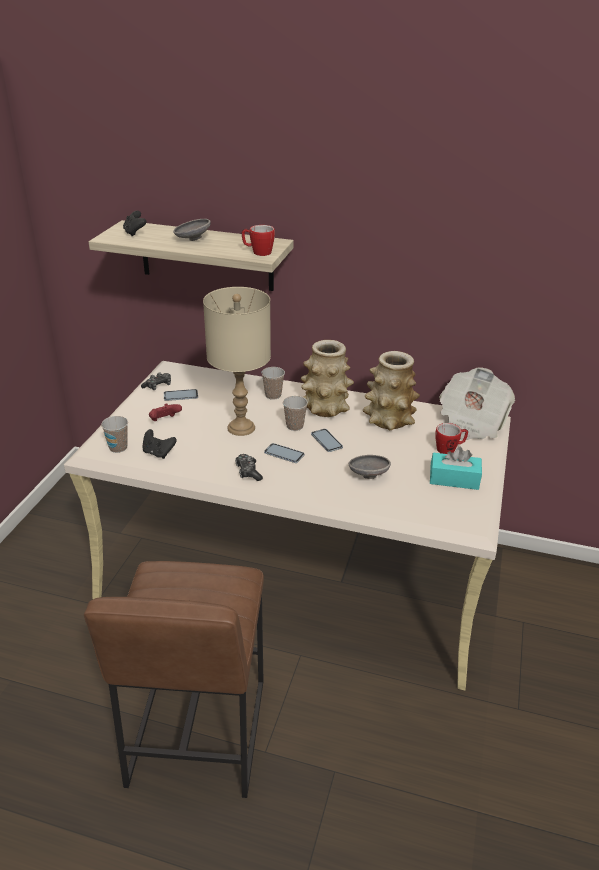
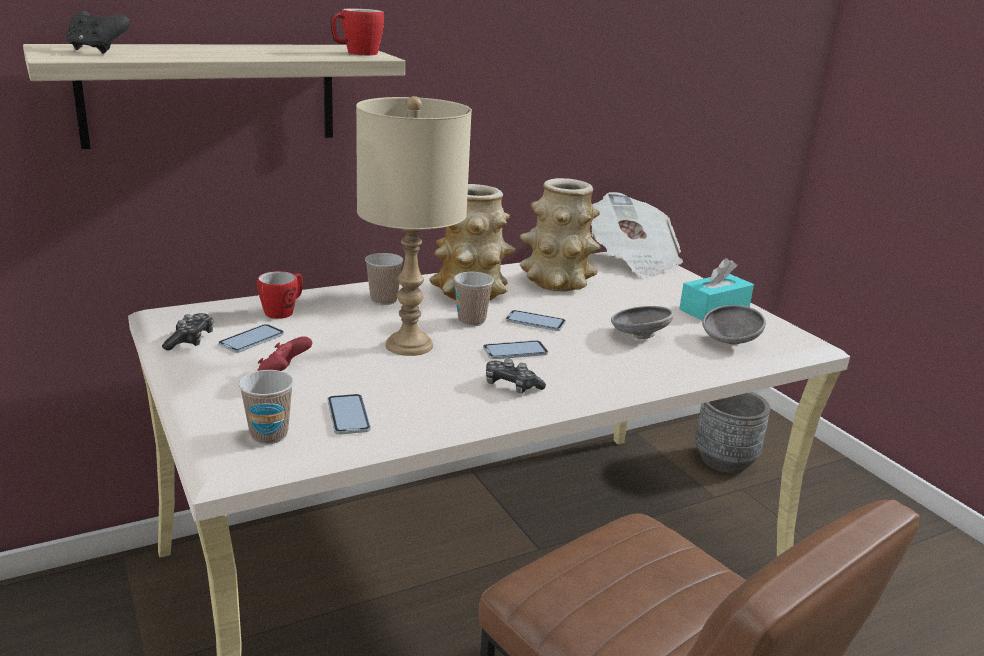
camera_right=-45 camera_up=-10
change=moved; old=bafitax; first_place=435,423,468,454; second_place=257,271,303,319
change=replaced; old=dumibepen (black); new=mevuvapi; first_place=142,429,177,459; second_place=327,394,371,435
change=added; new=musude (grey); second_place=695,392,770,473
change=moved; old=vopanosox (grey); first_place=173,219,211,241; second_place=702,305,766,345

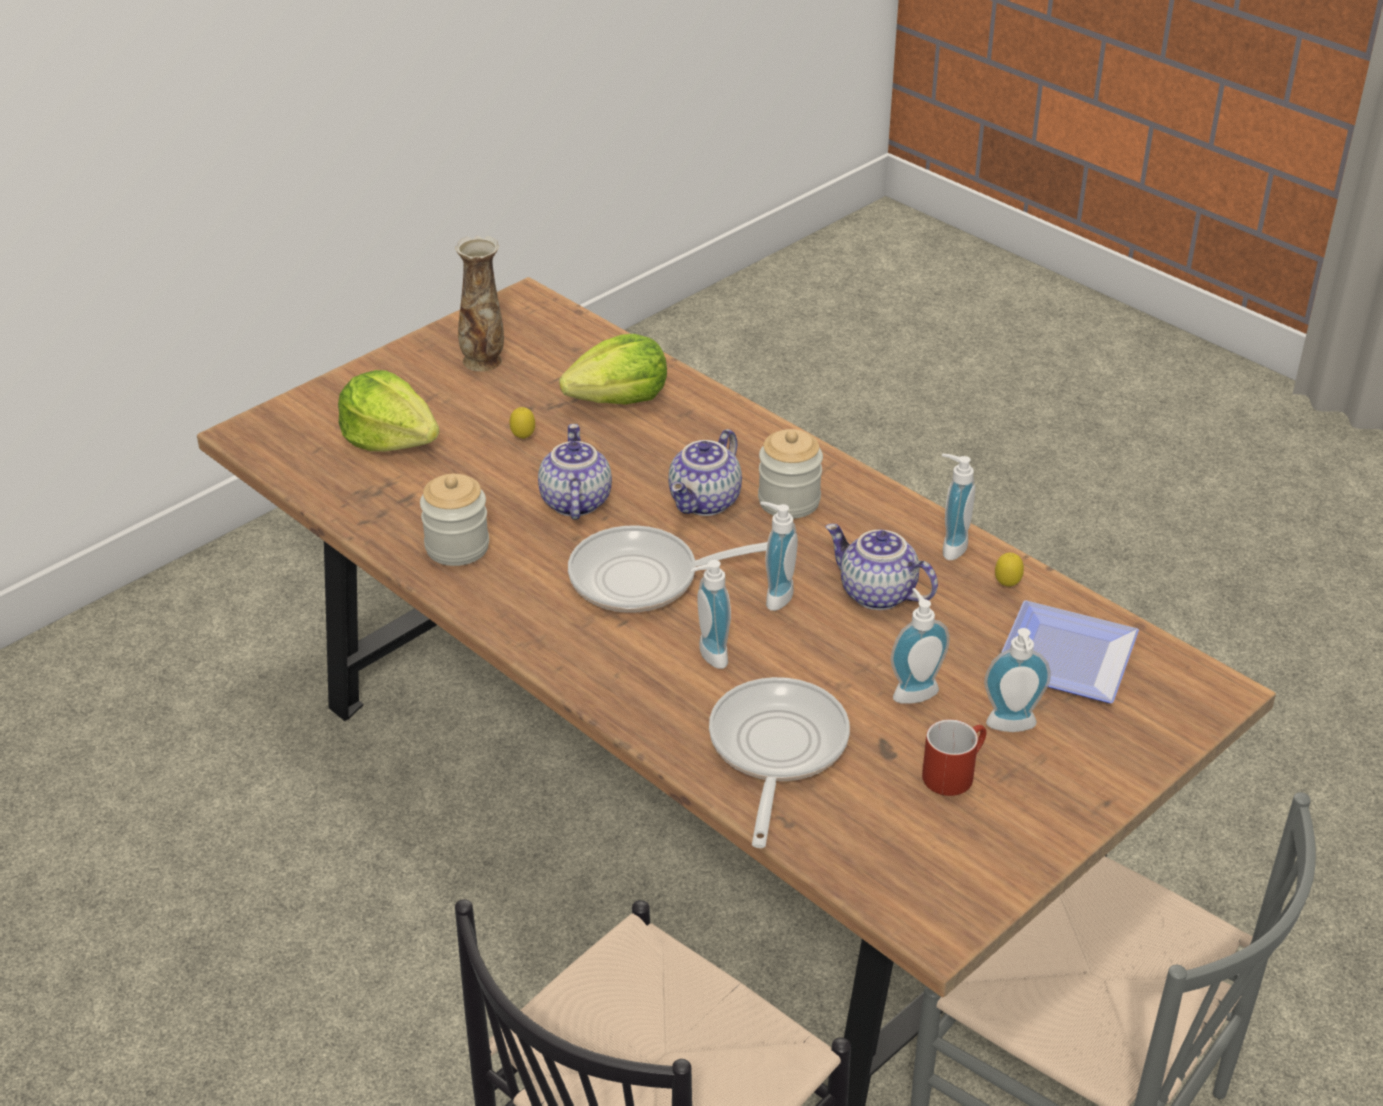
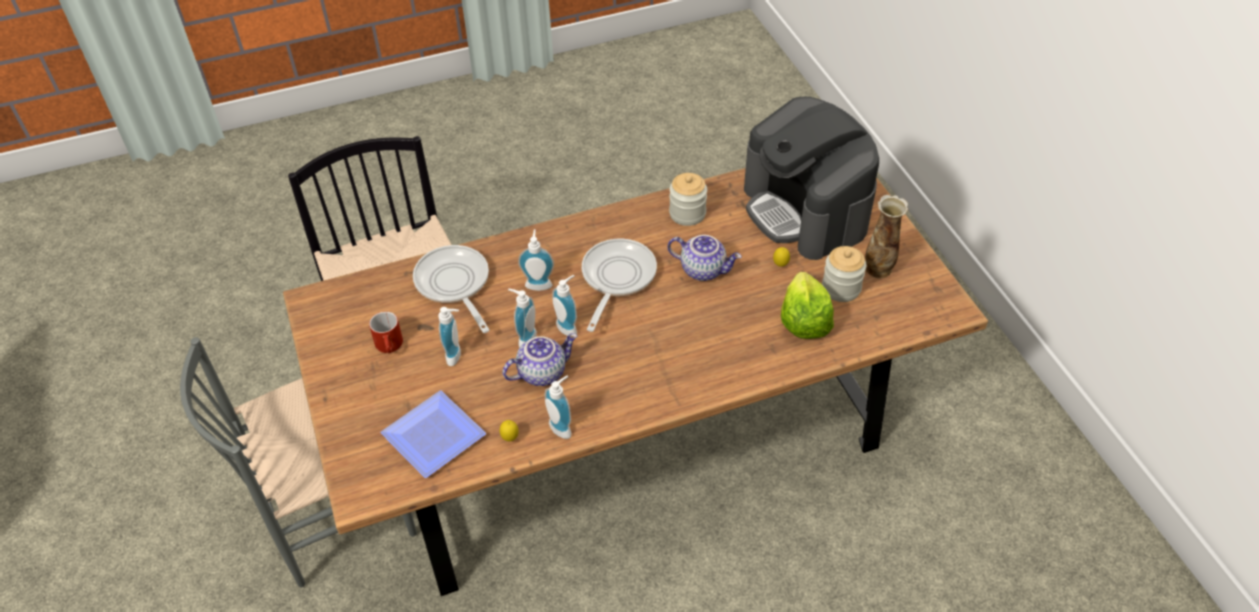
camera_right=115 camera_up=10
change=turned; old=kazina; first_place=709,677,850,848; second_place=413,245,490,333; degrees=-150
change=moved; old=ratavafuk; first_place=984,628,1051,732; second_place=508,289,537,348
change=replaced; old=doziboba; new=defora; first_place=338,370,439,452; second_place=744,97,879,260
change=moved; old=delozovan; first_place=758,429,823,519; second_place=822,246,866,302
change=removed; old=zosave; first_place=668,429,742,516

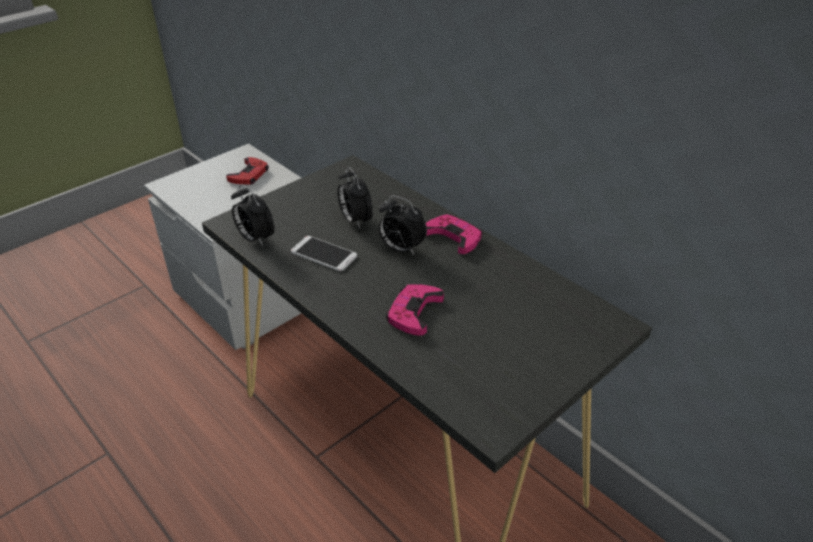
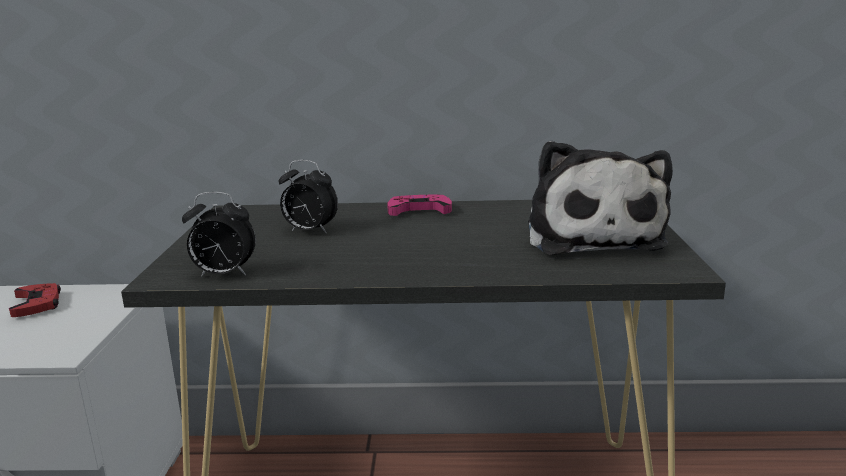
camera_right=-45 camera_up=-20
change=added; new=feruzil; second_place=528,140,673,255
change=removed; old=mevuvapi; first_place=291,236,357,271
change=removed; old=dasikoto; first_place=379,196,427,256
change=removed; old=dumibepen (pink); first_place=386,284,444,336

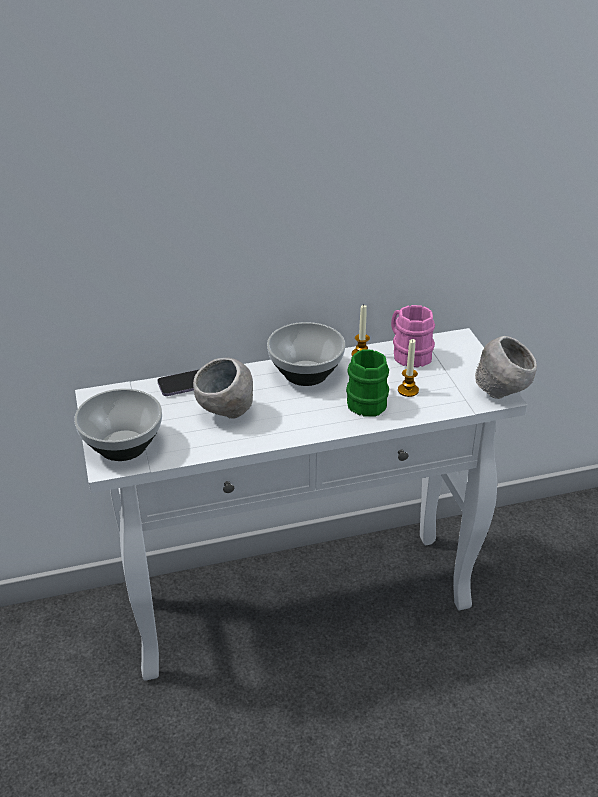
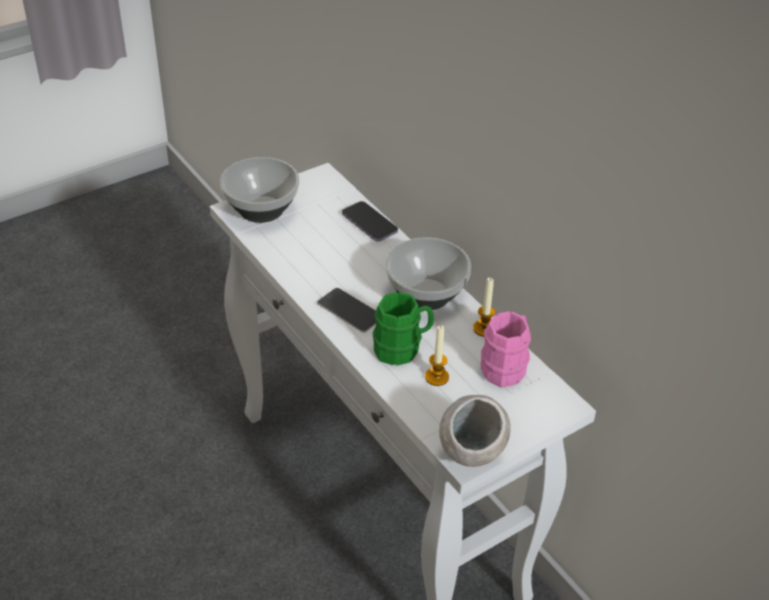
camera_right=70 camera_up=5
change=added; new=mevuvapi; second_place=317,288,376,333
change=removed; old=vopanosox (grey); first_place=193,357,253,419

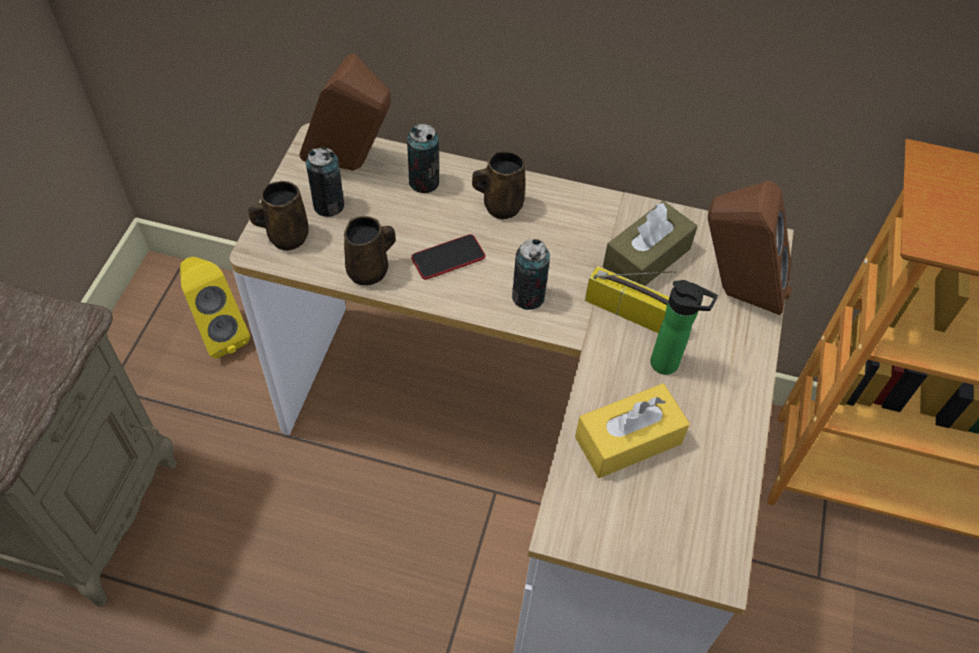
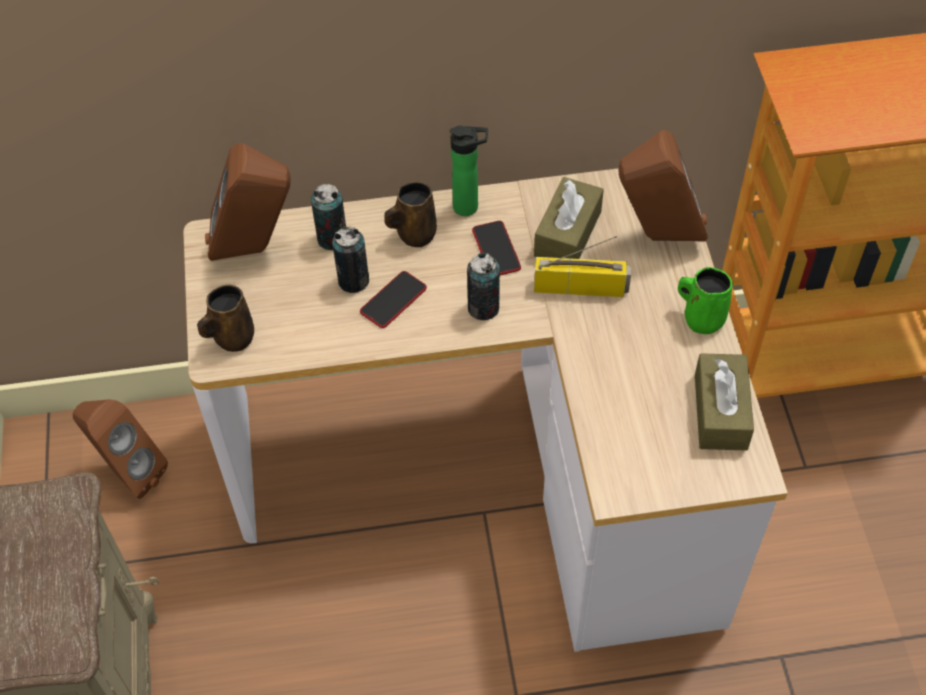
camera_right=-20 camera_up=0
change=recoloured; old=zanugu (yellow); new=zanugu (brown); first_place=180,257,250,358; second_place=73,399,168,499
change=moved; old=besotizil; first_place=306,147,344,217; second_place=332,227,369,293
change=moved; old=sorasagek; first_place=650,280,718,375; second_place=450,126,488,216
change=added; new=mevuvapi; second_place=472,221,521,275
change=added; new=bafitax (green); second_place=678,267,733,334
change=added; new=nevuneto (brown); second_place=695,353,754,451
change=removed; old=bafitax (brown); first_place=344,216,396,285
change=removed; old=nevuneto (yellow); first_place=575,383,690,478

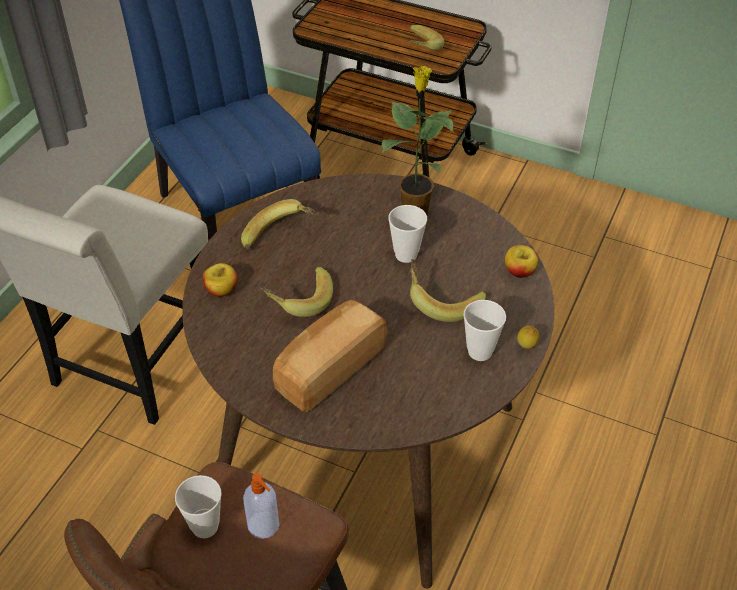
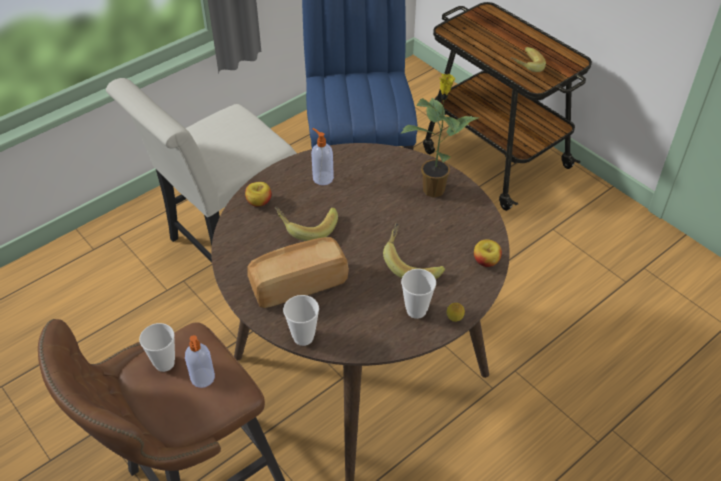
camera_right=25 camera_up=0
change=moved; old=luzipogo; first_place=388,205,427,263; second_place=283,295,319,346
change=replaced; old=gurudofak; new=ratavafuk; first_place=241,199,315,249; second_place=311,128,334,185

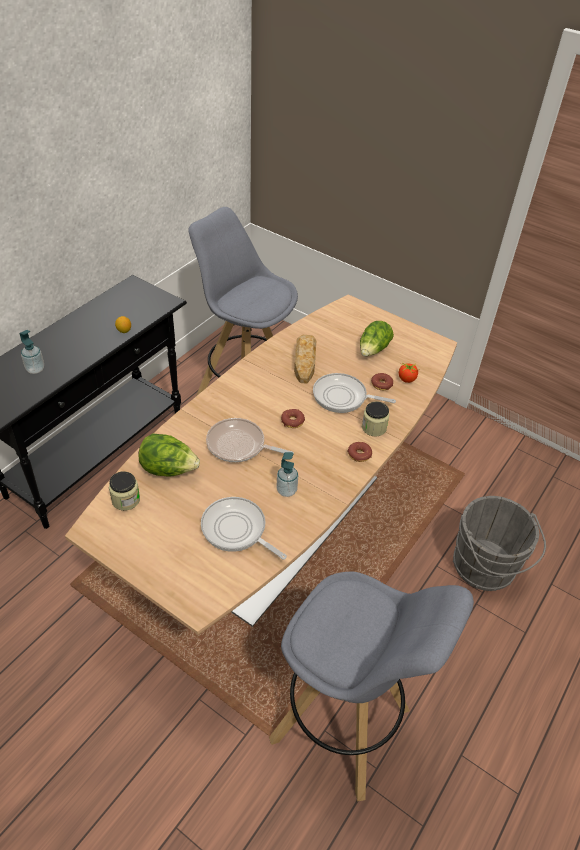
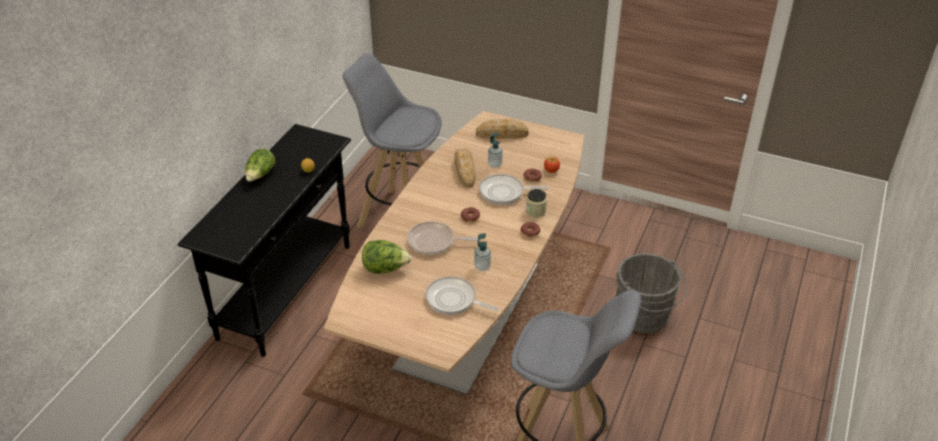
camera_right=-10 camera_up=-5
change=moved; old=doziboba; first_place=360,321,394,356; second_place=245,149,275,182
change=added; new=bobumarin; second_place=476,119,529,139
change=moved; old=ratavafuk; first_place=19,330,44,374; second_place=488,133,503,168
change=removed; old=delozovan; first_place=109,471,140,511

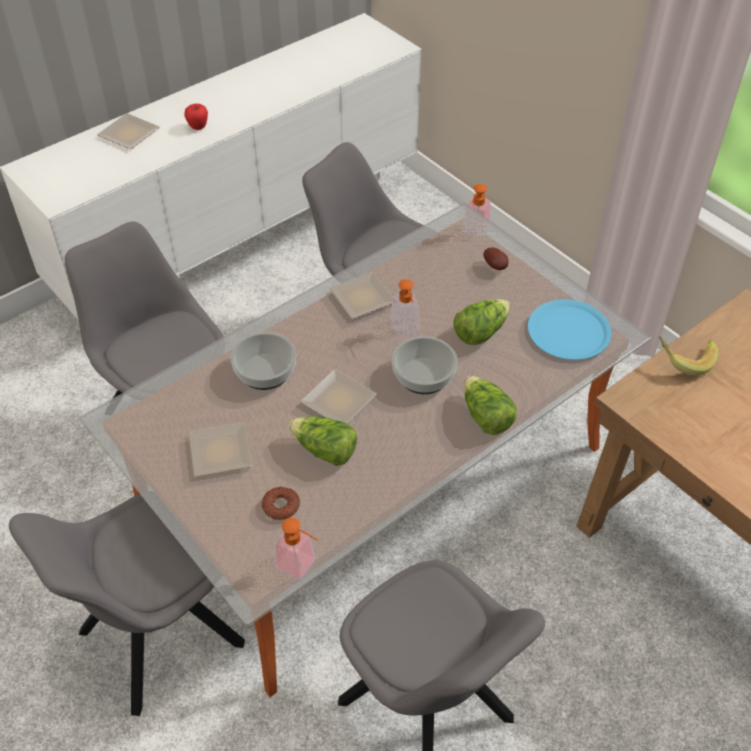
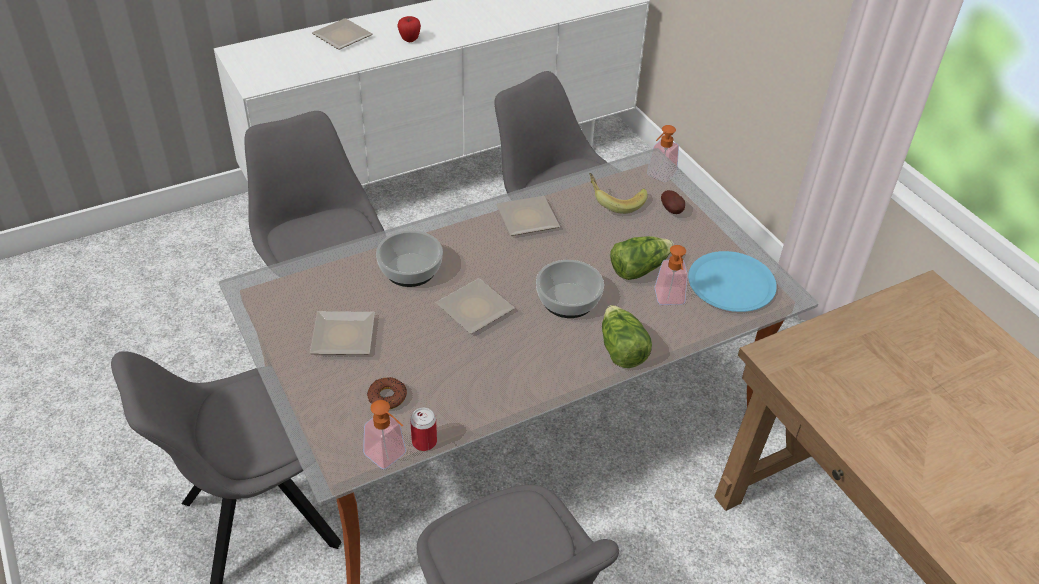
camera_right=10 camera_up=-5
change=added; new=besotizil; second_place=410,408,437,451
change=moved; old=gurudofak; first_place=658,336,718,376; second_place=589,173,648,214
change=moved; old=ratavafuk; first_place=390,279,420,336; second_place=654,245,688,305
change=removed; old=doziboba; first_place=289,416,357,466

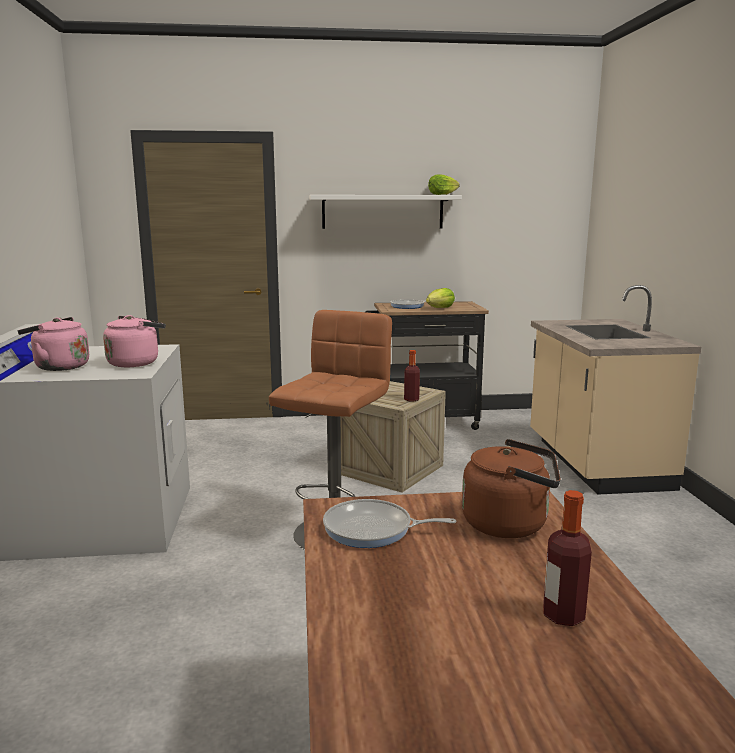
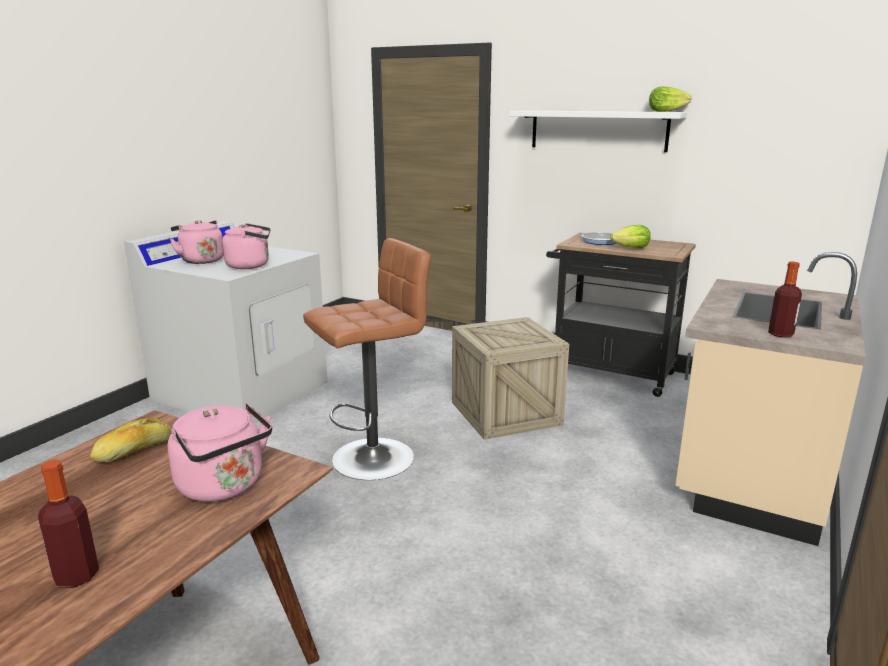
camera_right=35 camera_up=5
change=replaced; old=kazina; new=bobumarin; first_place=323,499,457,548; second_place=90,417,172,462
change=recoloured; old=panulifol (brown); new=panulifol (pink); first_place=462,439,561,538; second_place=168,403,272,502
change=moved; old=sorasagek; first_place=404,350,420,402; second_place=768,262,802,338

